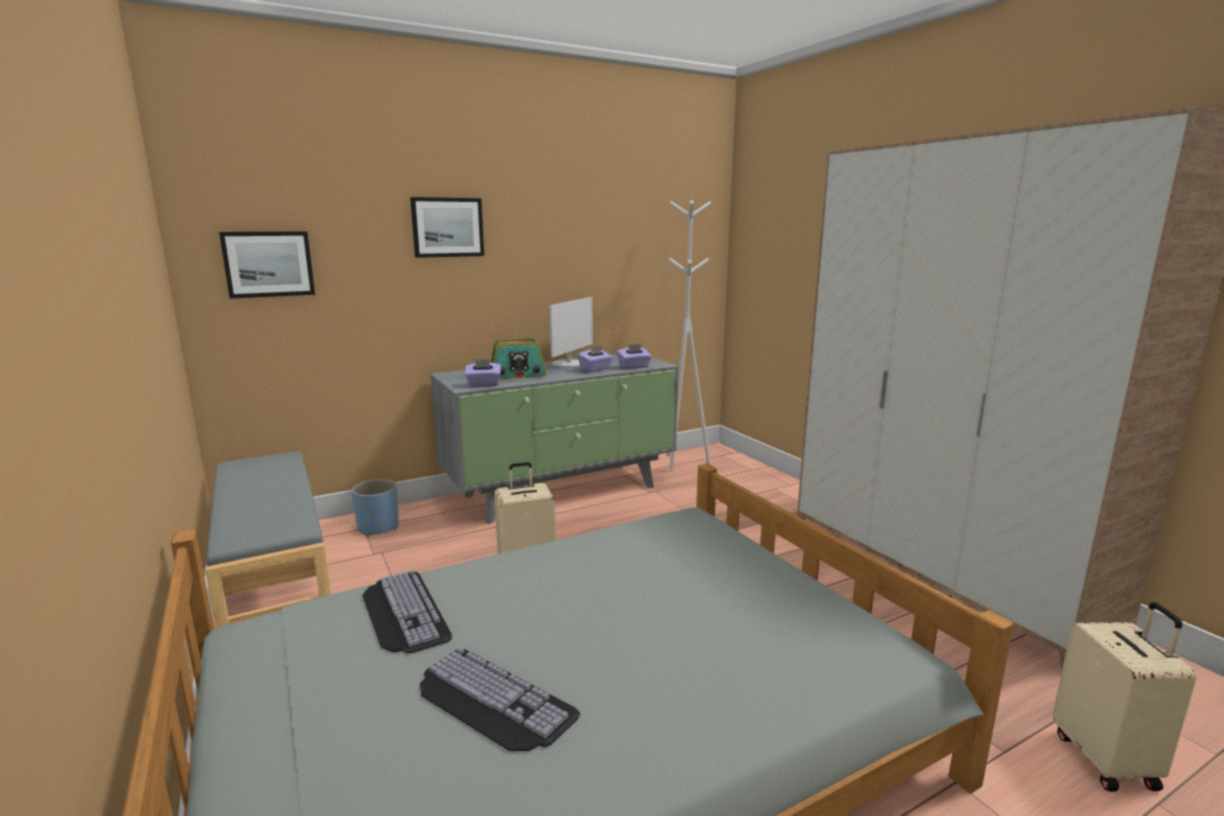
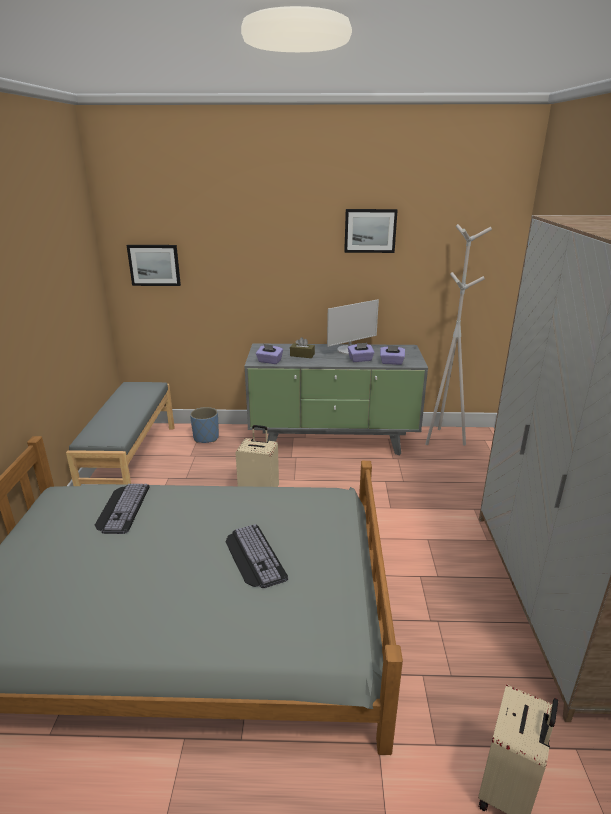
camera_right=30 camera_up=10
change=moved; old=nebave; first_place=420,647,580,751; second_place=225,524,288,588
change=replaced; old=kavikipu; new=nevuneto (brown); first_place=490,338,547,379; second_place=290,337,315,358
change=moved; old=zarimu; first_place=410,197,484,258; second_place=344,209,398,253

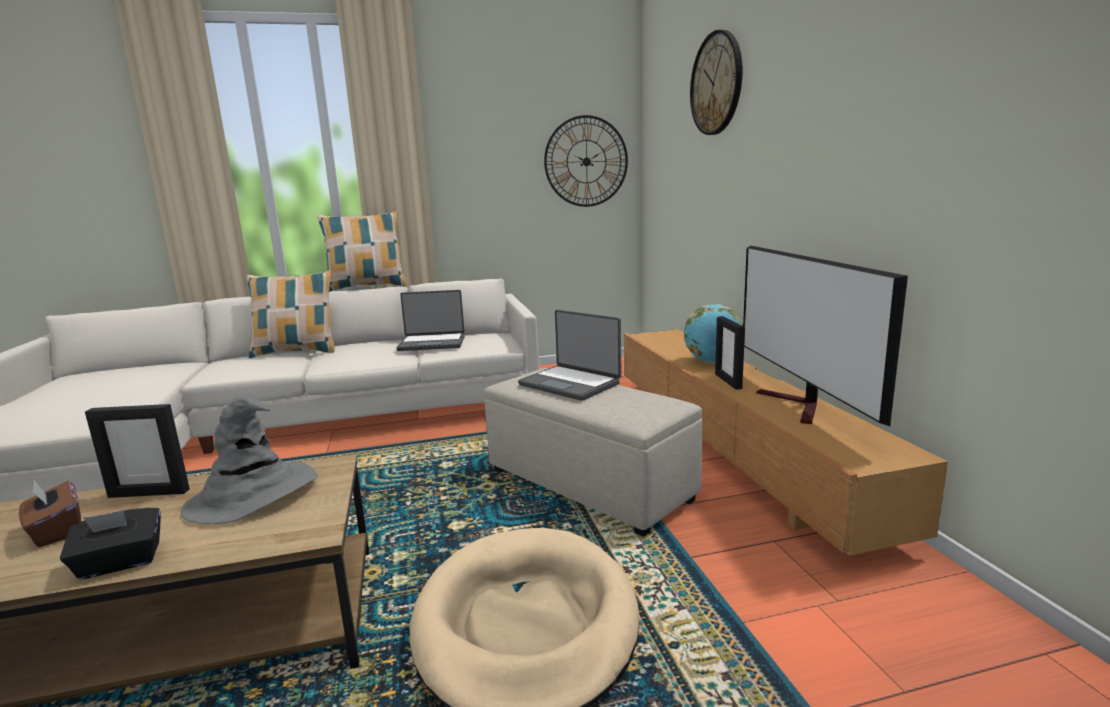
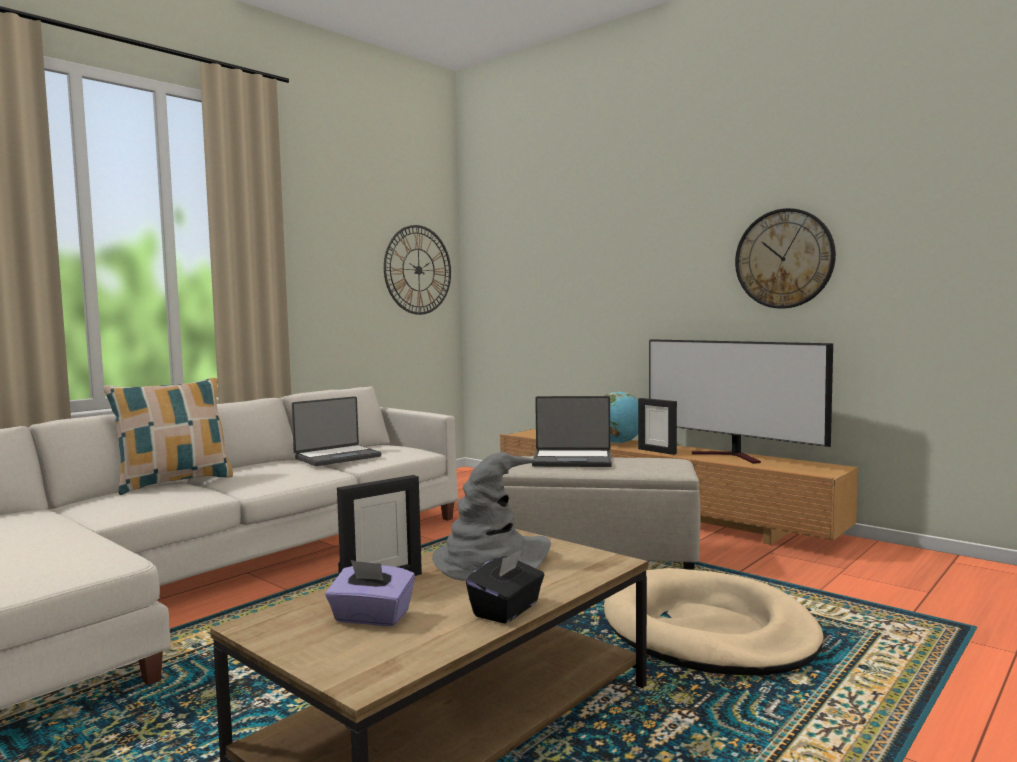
camera_right=-35 camera_up=-10
change=recoloured; old=nevuneto (brown); new=nevuneto (purple); first_place=19,480,81,547; second_place=326,560,415,626
change=moved; old=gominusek; first_place=690,30,743,135; second_place=735,208,836,309
change=removed; old=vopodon; first_place=317,211,406,292

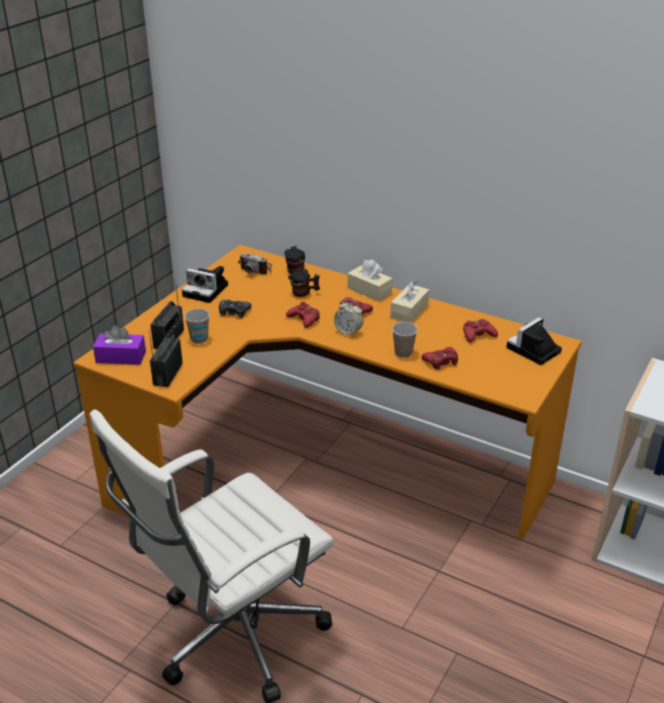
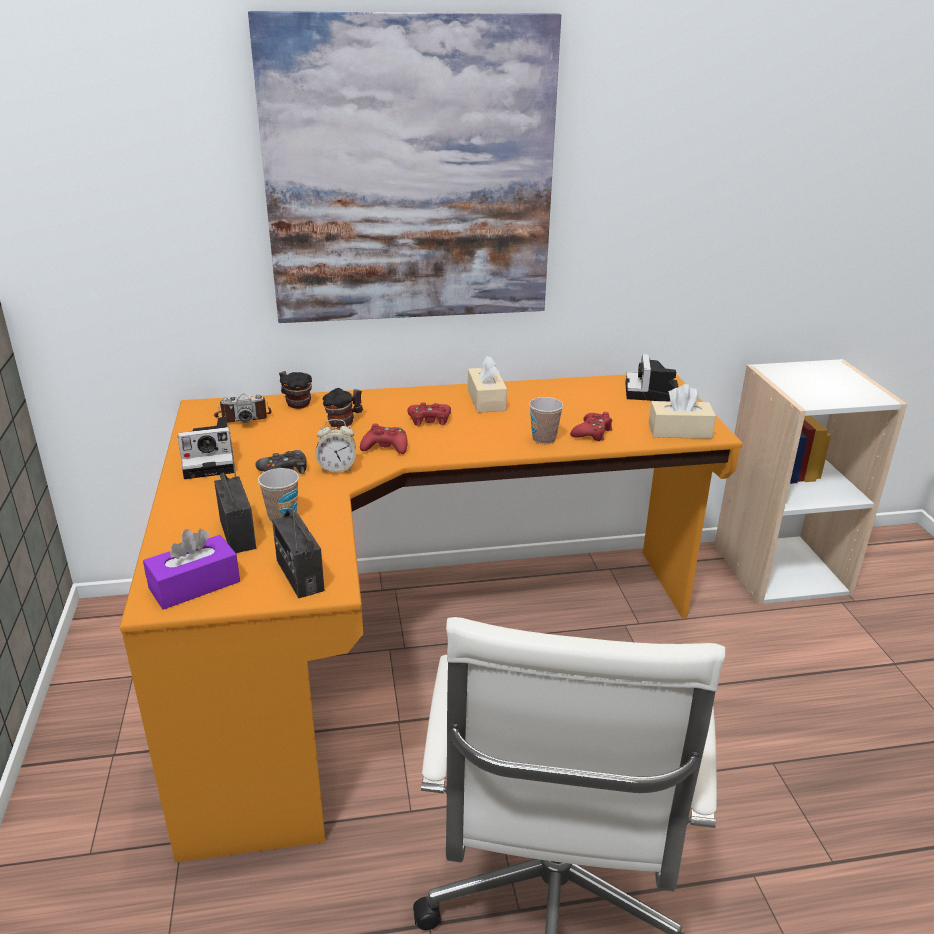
camera_right=-40 camera_up=-5
change=added; new=zarimu; second_place=248,11,561,323
change=moved; old=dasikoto; first_place=334,299,363,337; second_place=315,419,356,473
change=moved; old=nevuneto (beige); first_place=348,259,393,302; second_place=648,384,716,439
change=removed; old=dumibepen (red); first_place=463,319,498,342

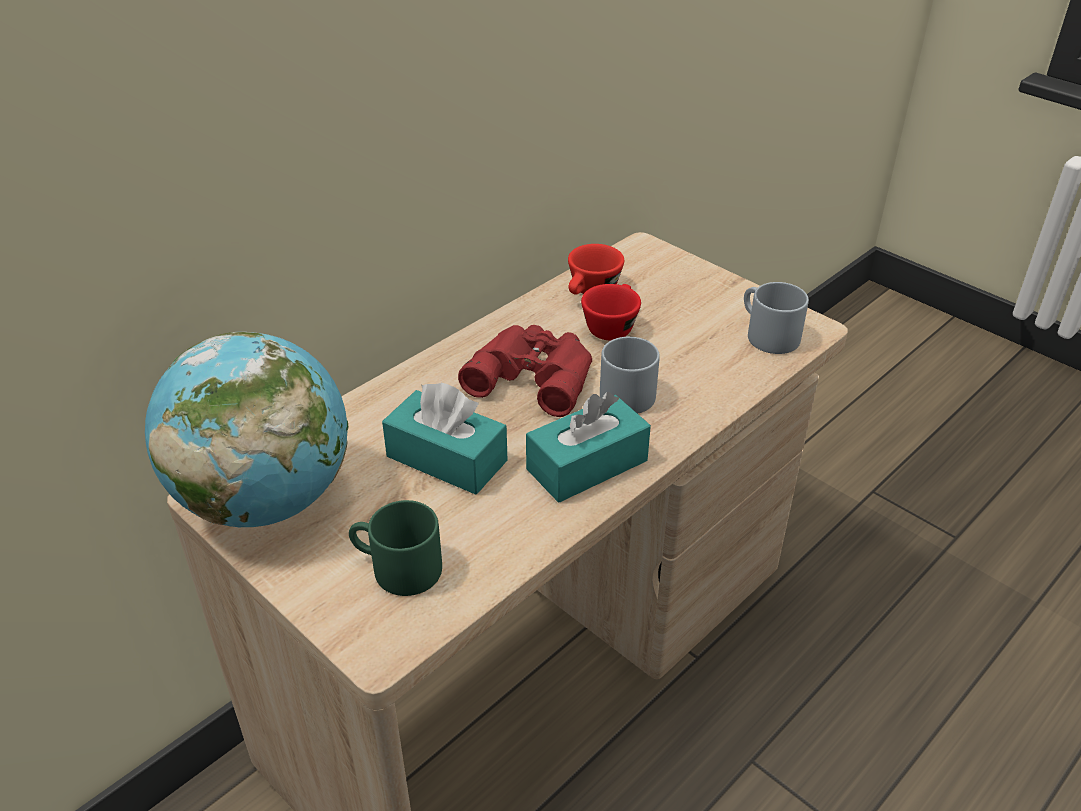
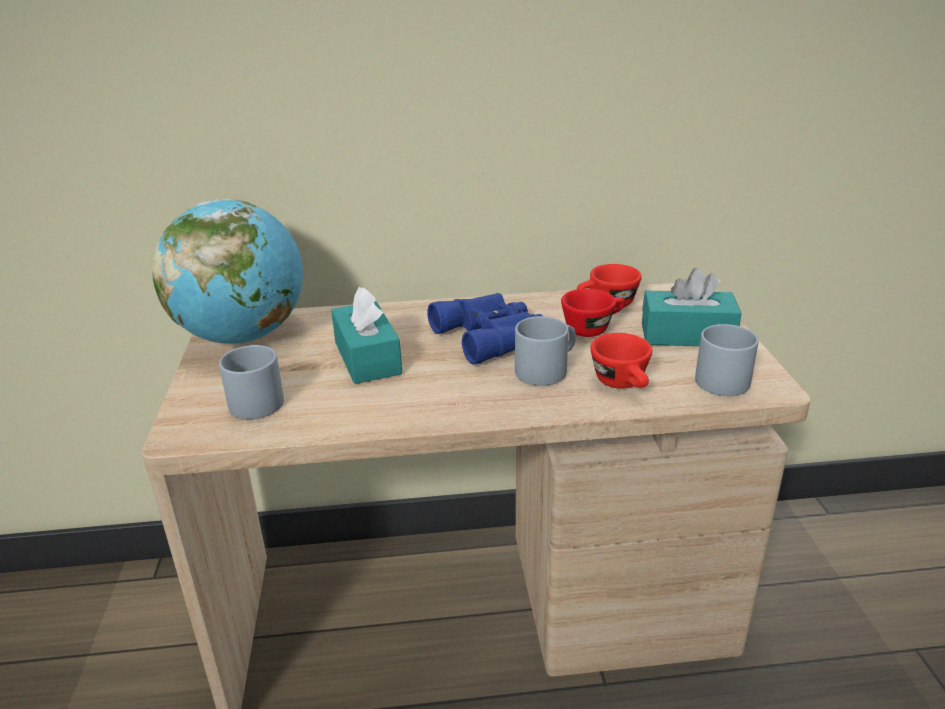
camera_right=40 camera_up=-10
change=recoloured; old=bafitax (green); new=bafitax (grey); first_place=349,500,442,596; second_place=219,345,284,419
change=recoloured; old=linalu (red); new=linalu (blue); first_place=458,325,592,417; second_place=427,293,543,365
change=added; new=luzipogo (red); second_place=590,333,652,389
change=moved; old=nevuneto (turquoise); first_place=526,392,651,502; second_place=642,268,742,346

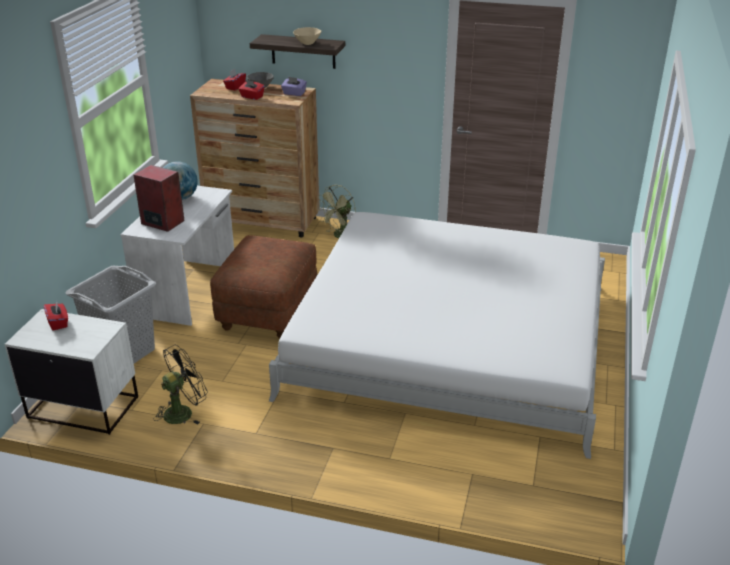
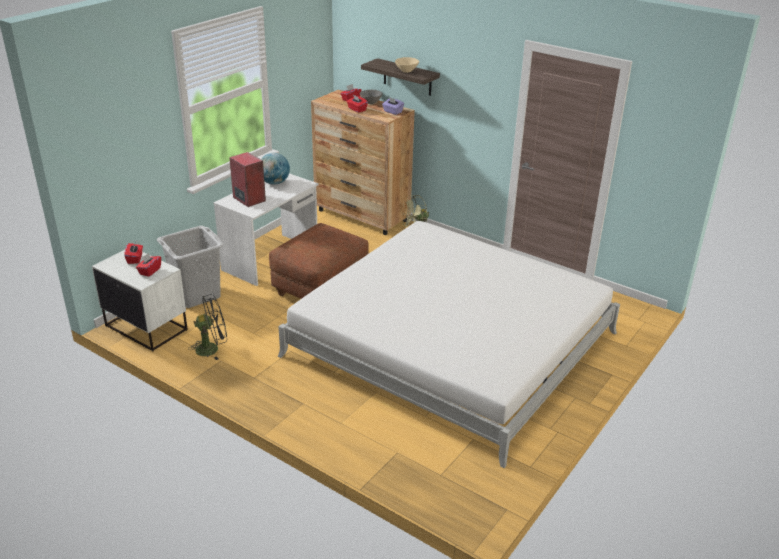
camera_right=20 camera_up=0
change=added; new=nevuneto (red); second_place=136,253,161,277

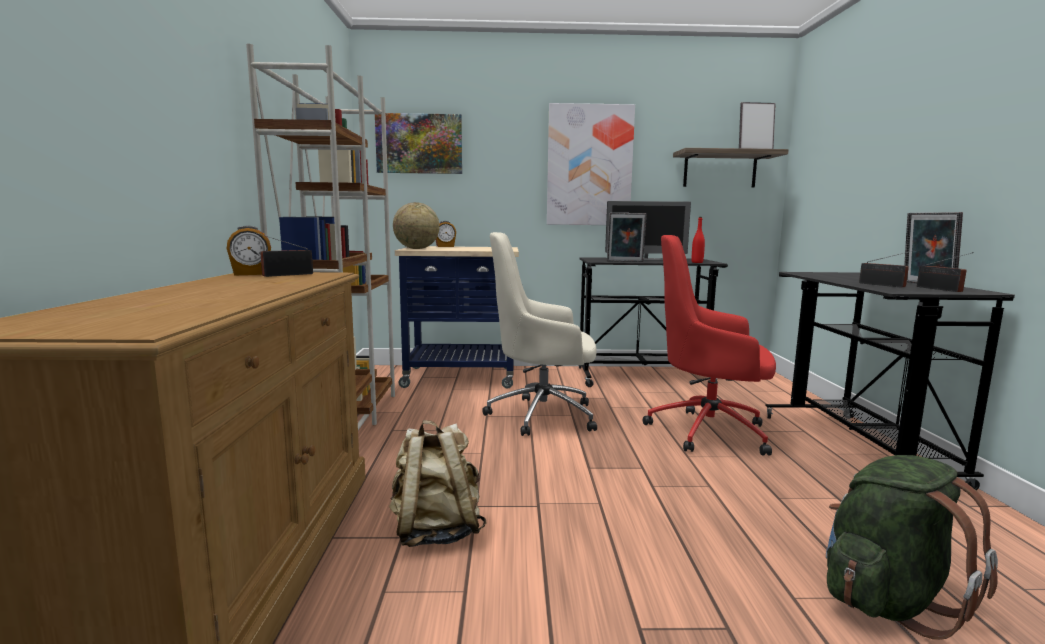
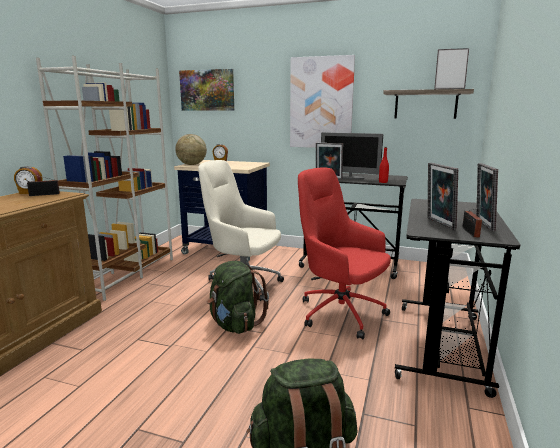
camera_right=20 camera_up=5
change=added; new=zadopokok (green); second_place=207,261,269,334
change=replaced; old=kavikipu; new=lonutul; first_place=859,250,916,287; second_place=428,163,458,229
change=removed; old=zadopokok (beige); first_place=389,420,486,547

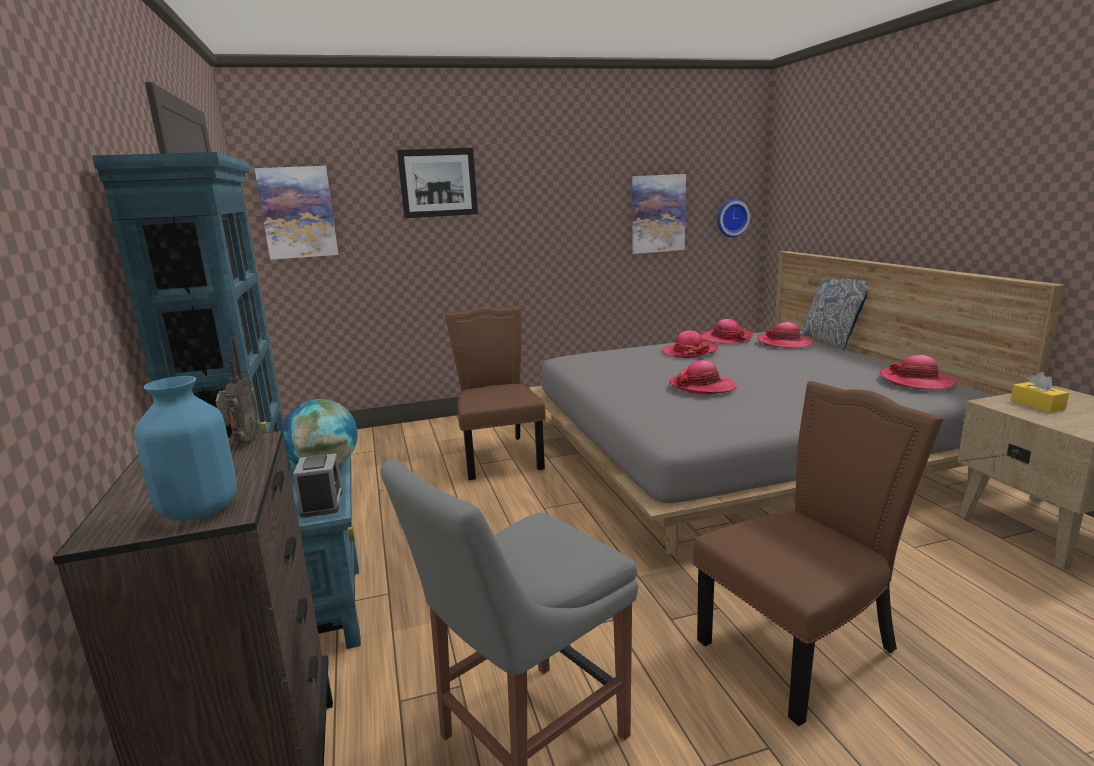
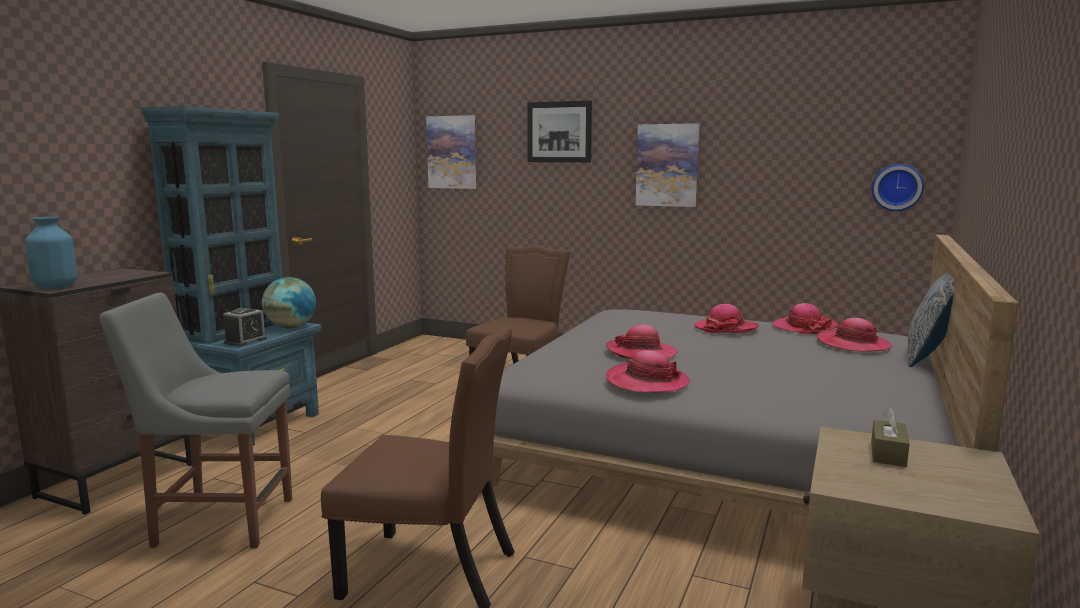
camera_right=40 camera_up=-5
change=moved; old=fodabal; first_place=880,355,958,390; second_place=606,350,690,393
change=moved; old=zarimu; first_place=632,174,686,254; second_place=636,123,699,207
change=recoloured; old=nevuneto (yellow); new=nevuneto (brown); first_place=1011,372,1069,412; second_place=871,408,909,467
change=removed; old=kavikipu; first_place=216,337,260,444

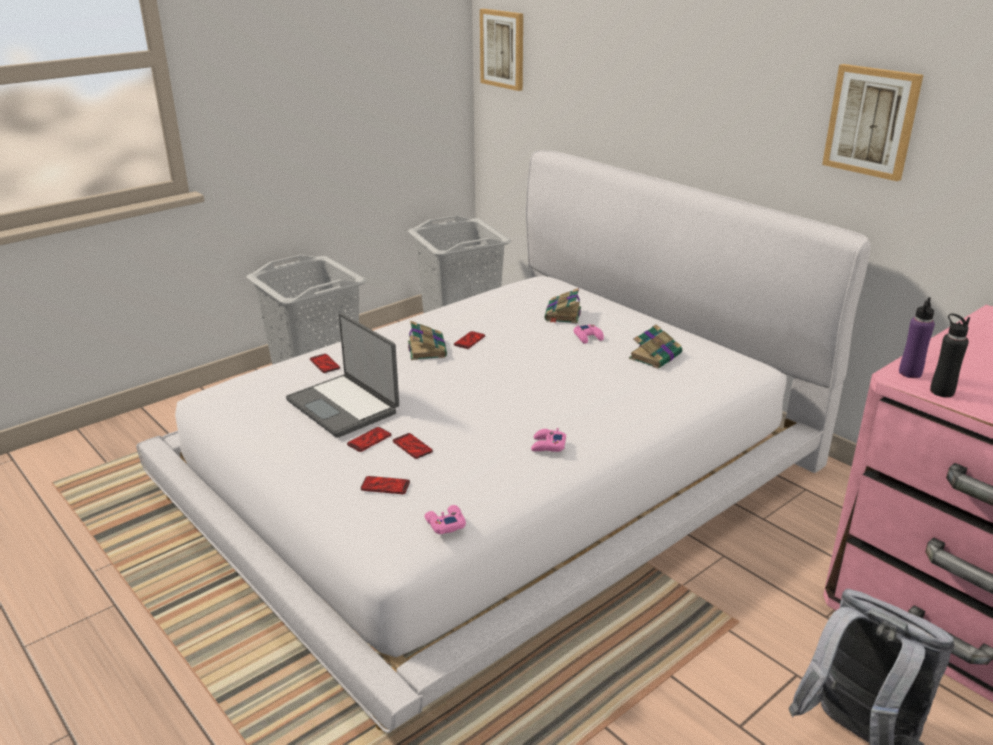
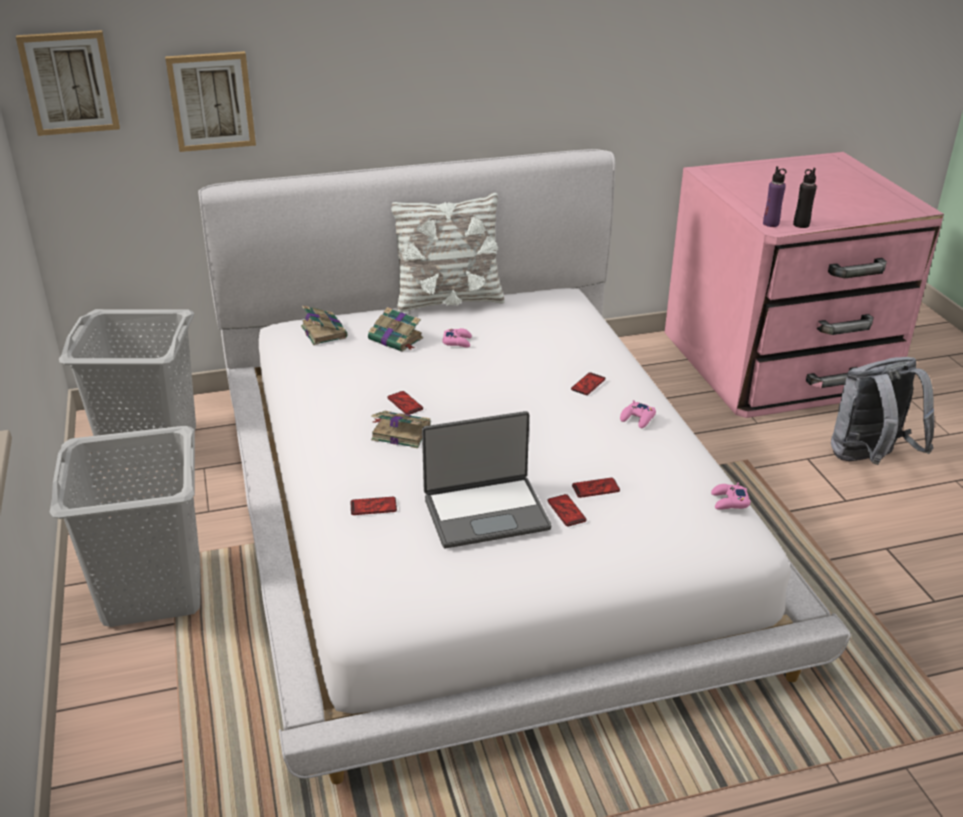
camera_right=-65 camera_up=5
change=moved; old=zarimu; first_place=822,64,923,181; second_place=165,51,256,152
change=moved; old=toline; first_place=629,324,682,369; second_place=301,305,347,345
change=added; new=vopodon (white); second_place=391,193,505,313
change=moved; old=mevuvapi; first_place=361,476,410,494; second_place=571,372,605,395

